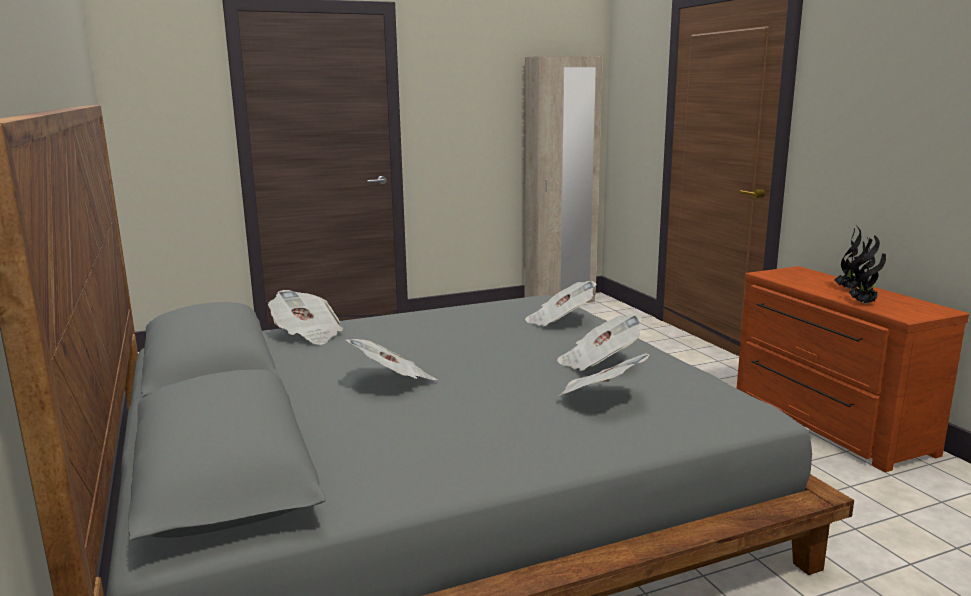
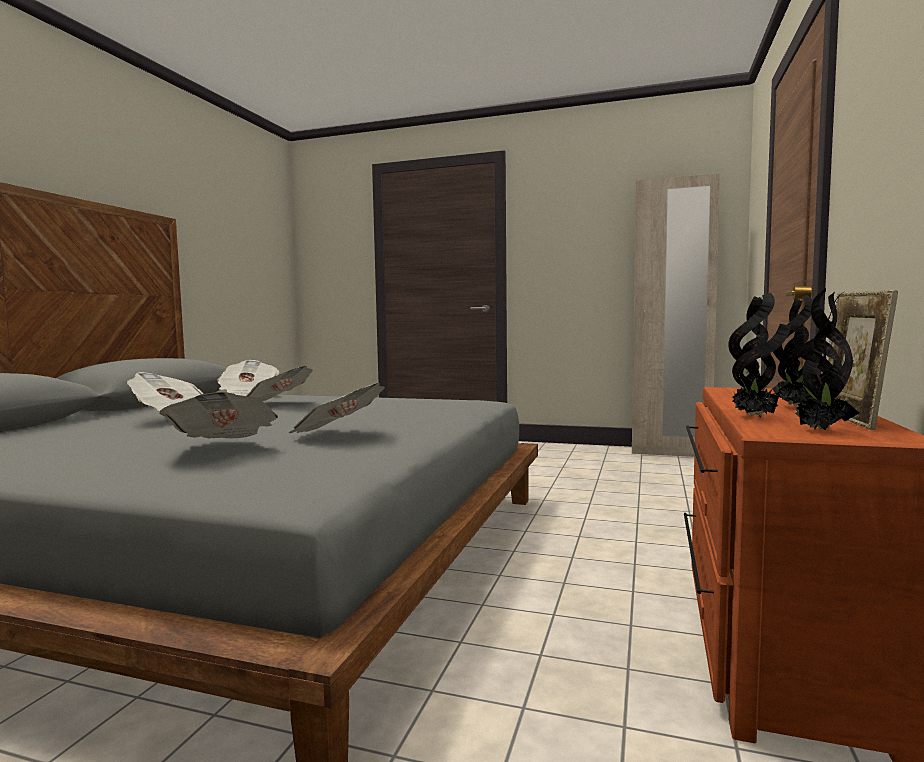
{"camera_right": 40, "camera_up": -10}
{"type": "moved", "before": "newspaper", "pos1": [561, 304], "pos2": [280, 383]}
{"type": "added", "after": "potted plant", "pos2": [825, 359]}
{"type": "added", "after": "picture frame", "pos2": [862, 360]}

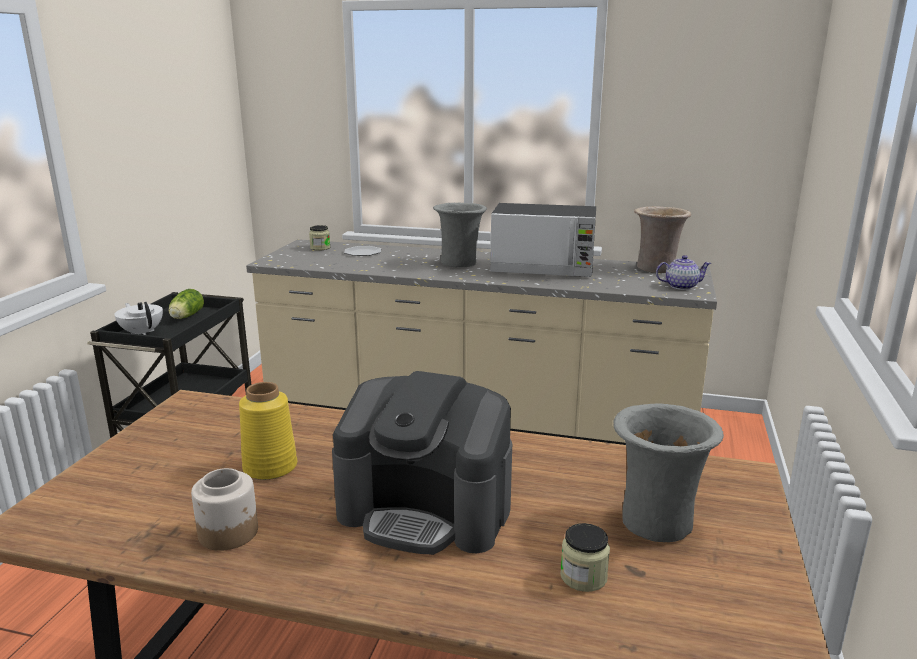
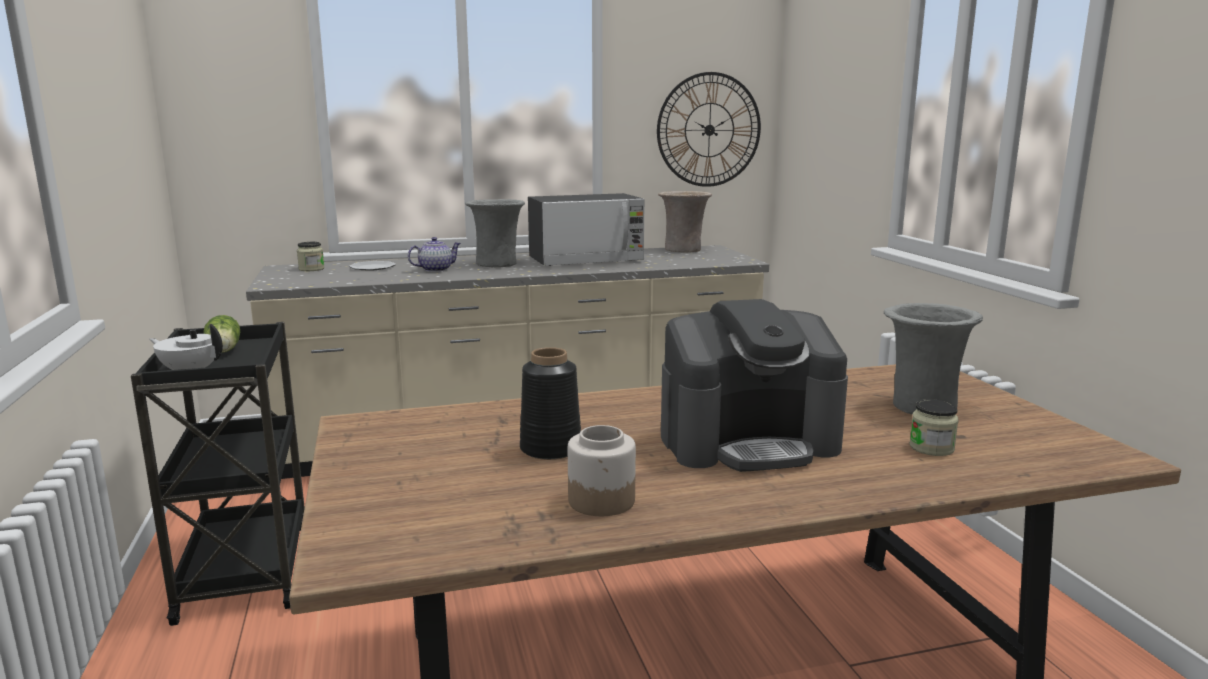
{"camera_right": -30, "camera_up": -5}
{"type": "recoloured", "before": "vase (yellow)", "after": "vase (black)", "pos1": [268, 431], "pos2": [550, 403]}
{"type": "moved", "before": "teapot", "pos1": [683, 272], "pos2": [434, 254]}
{"type": "added", "after": "wall clock", "pos2": [709, 129]}

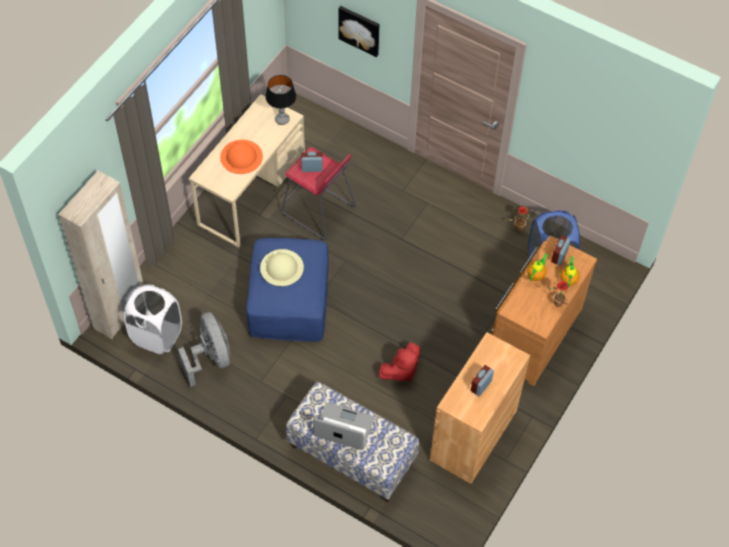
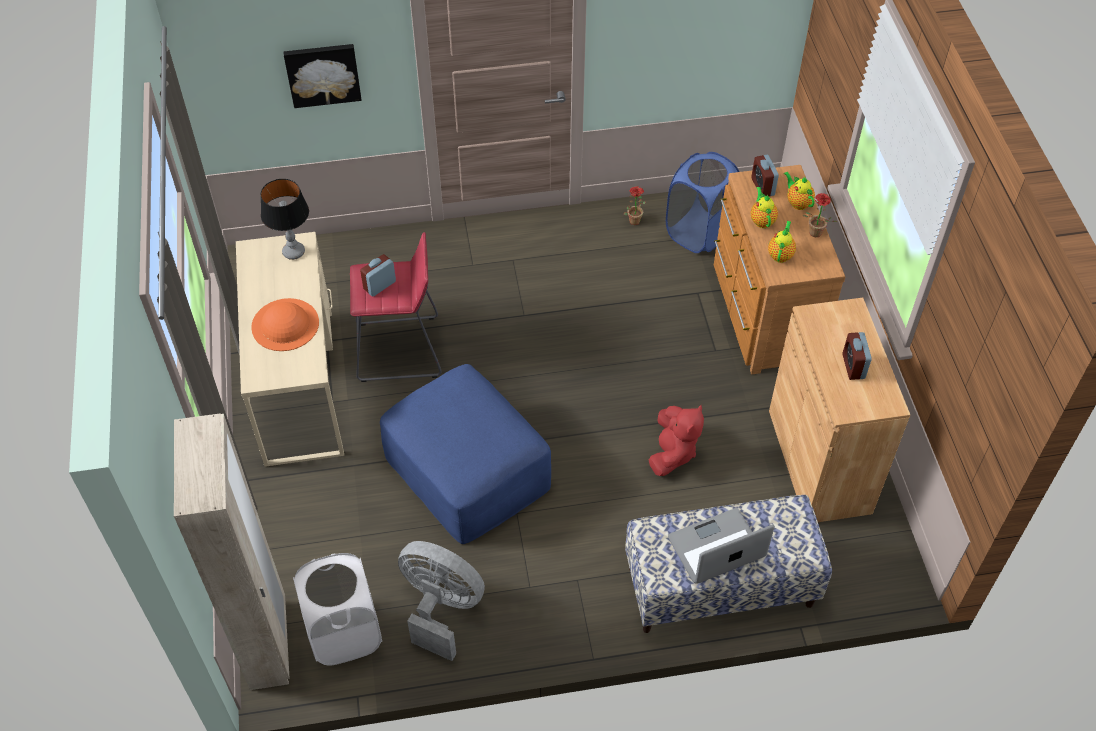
{"camera_right": -40, "camera_up": -5}
{"type": "removed", "before": "hat (beige)", "pos1": [282, 267]}
{"type": "added", "after": "teapot", "pos2": [782, 242]}

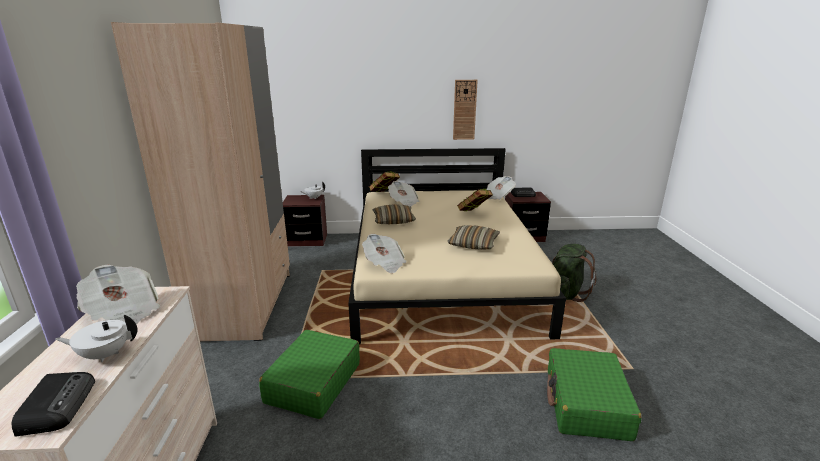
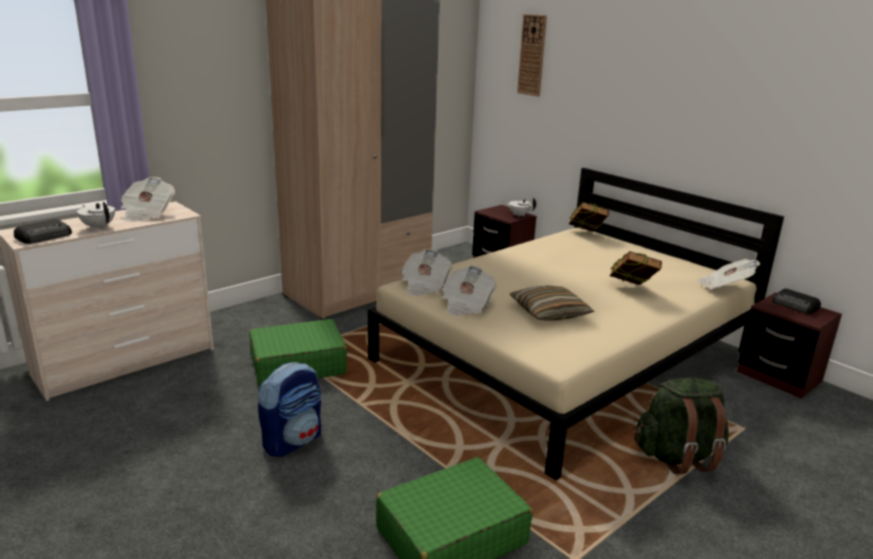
{"camera_right": 50, "camera_up": 0}
{"type": "removed", "before": "pillow", "pos1": [394, 214]}
{"type": "moved", "before": "newspaper", "pos1": [403, 194], "pos2": [469, 291]}
{"type": "moved", "before": "wall clock", "pos1": [465, 110], "pos2": [532, 55]}
{"type": "added", "after": "backpack", "pos2": [289, 409]}

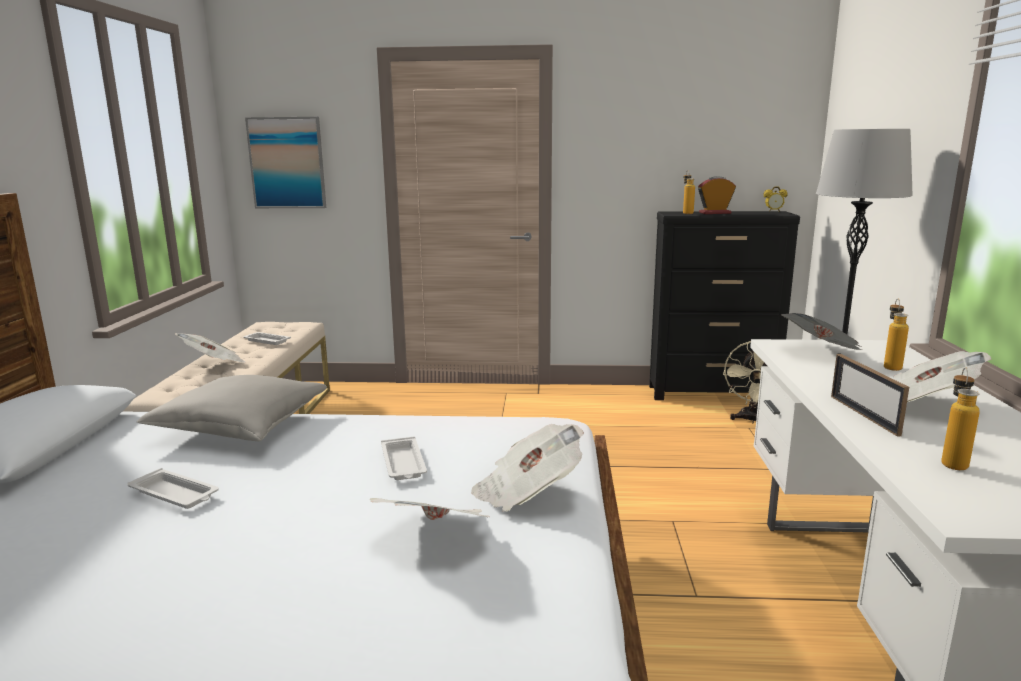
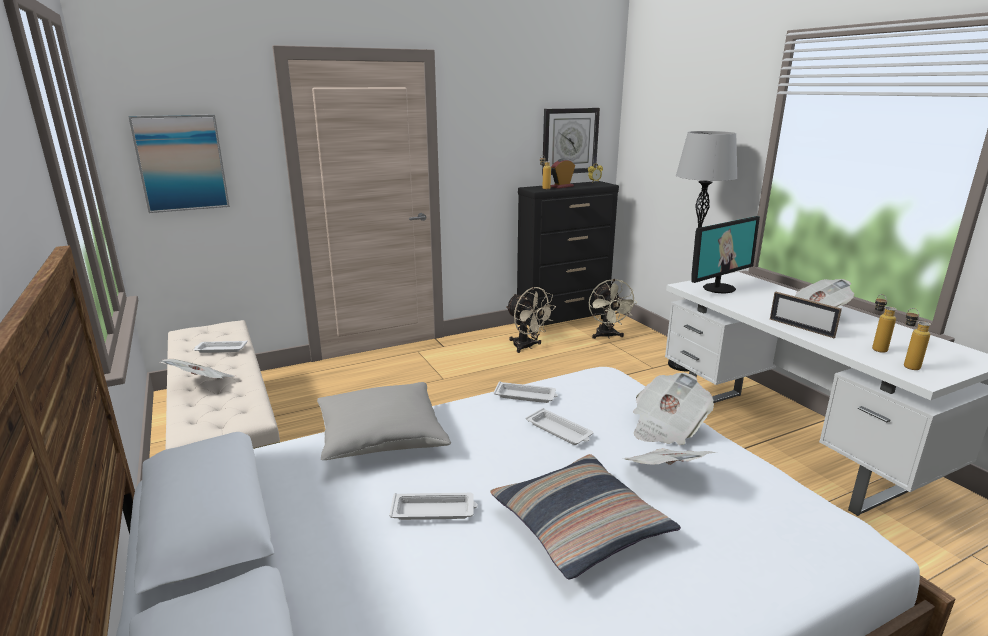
{"camera_right": -30, "camera_up": 5}
{"type": "replaced", "before": "newspaper", "after": "monitor", "pos1": [821, 331], "pos2": [726, 255]}
{"type": "moved", "before": "bottle", "pos1": [896, 335], "pos2": [917, 339]}
{"type": "added", "after": "pillow", "pos2": [585, 516]}
{"type": "added", "after": "tray (white)", "pos2": [526, 392]}
{"type": "added", "after": "fan (beige)", "pos2": [531, 320]}
{"type": "added", "after": "wall clock", "pos2": [571, 141]}

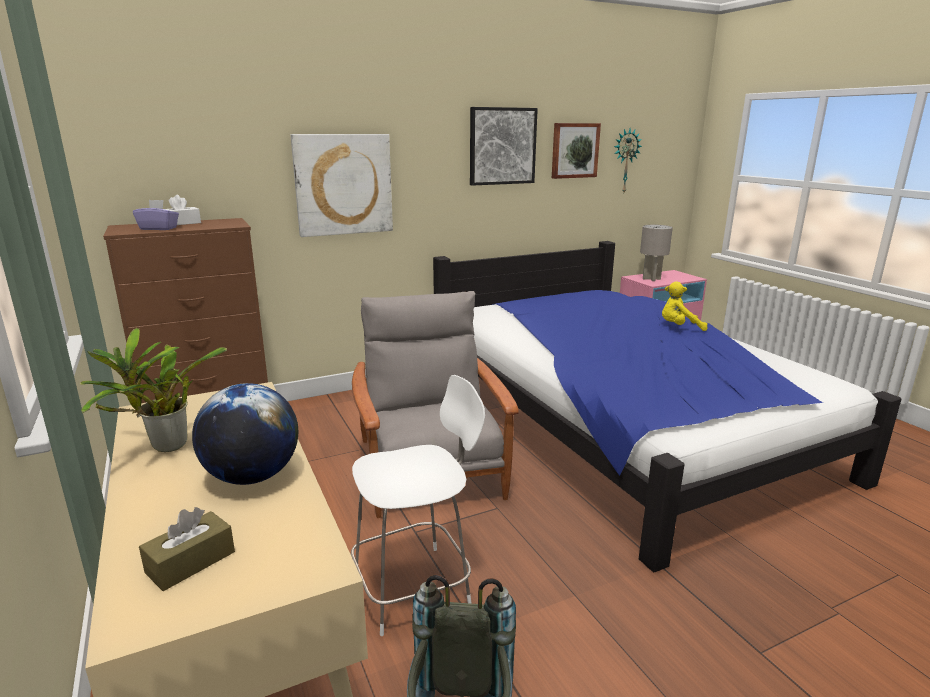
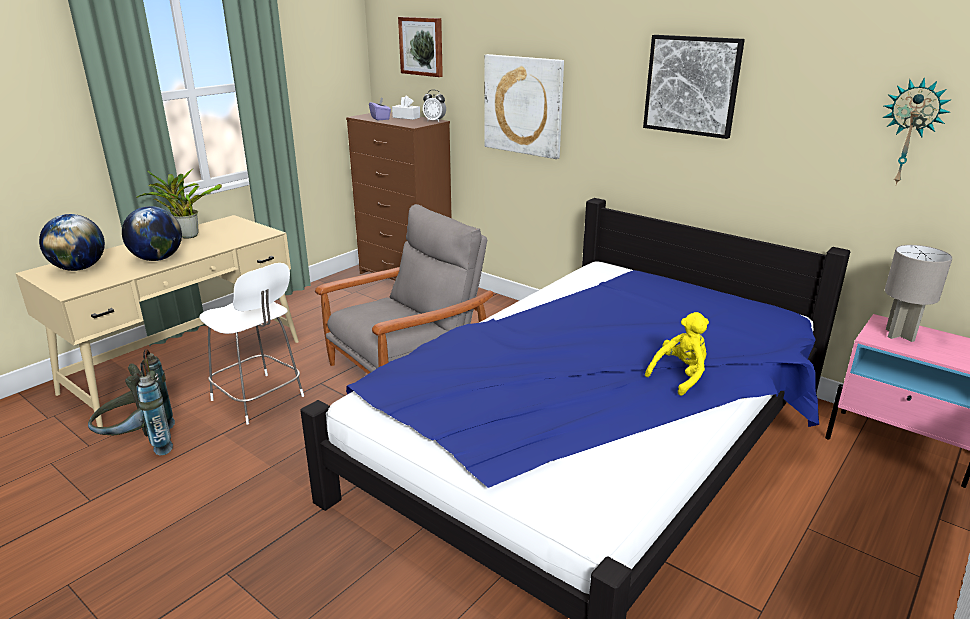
{"camera_right": 65, "camera_up": 5}
{"type": "replaced", "before": "tissue box (brown)", "after": "globe", "pos1": [187, 549], "pos2": [72, 242]}
{"type": "moved", "before": "picture", "pos1": [576, 151], "pos2": [420, 47]}
{"type": "turned", "before": "plush toy (yellow)", "pos1": [685, 306], "pos2": [677, 354], "turn": 75}
{"type": "added", "after": "alarm clock", "pos2": [434, 106]}

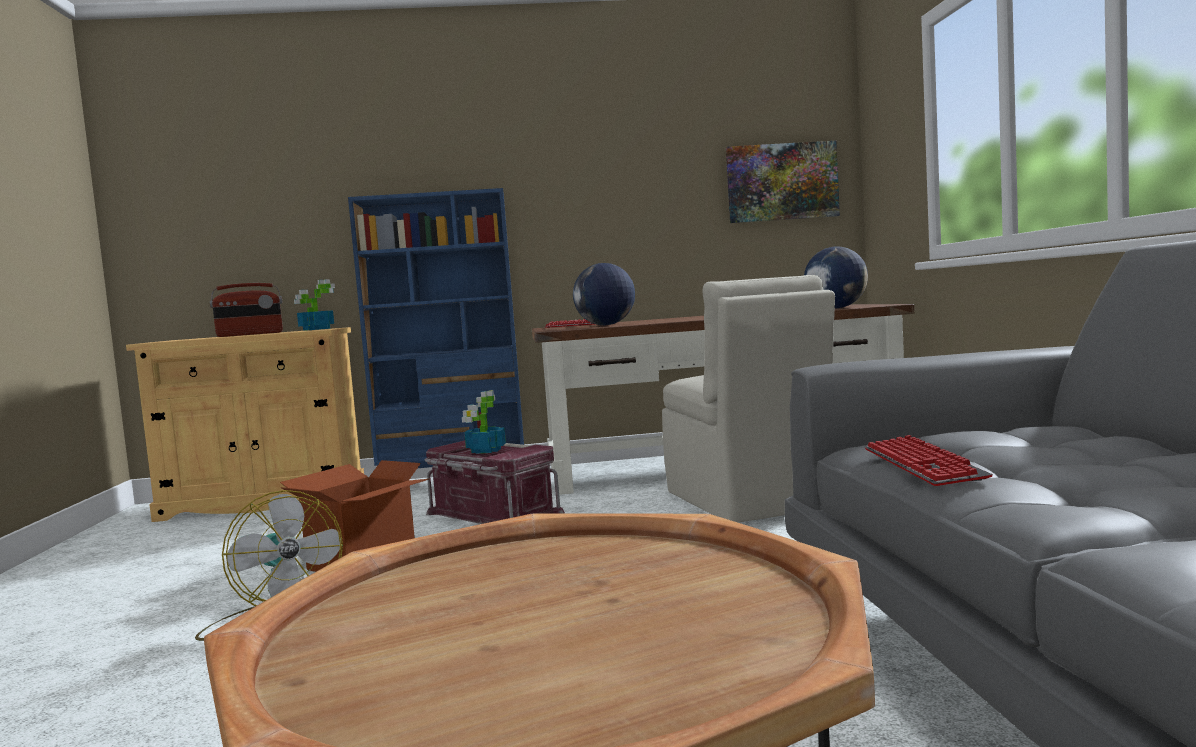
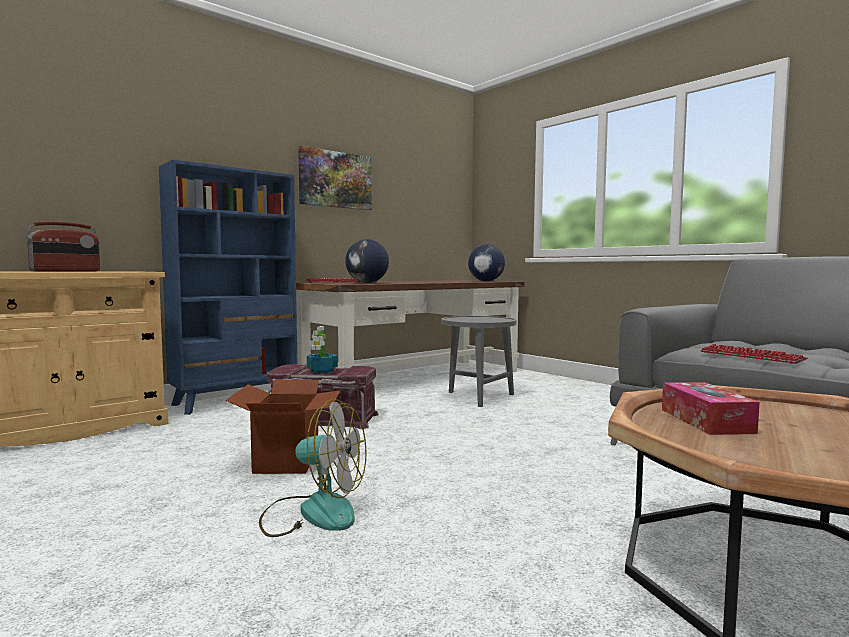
{"camera_right": -35, "camera_up": 0}
{"type": "removed", "before": "potted plant", "pos1": [314, 305]}
{"type": "replaced", "before": "chair (beige)", "after": "side table (grey)", "pos1": [748, 398], "pos2": [479, 361]}
{"type": "moved", "before": "picture", "pos1": [783, 182], "pos2": [335, 178]}
{"type": "added", "after": "tissue box", "pos2": [711, 408]}

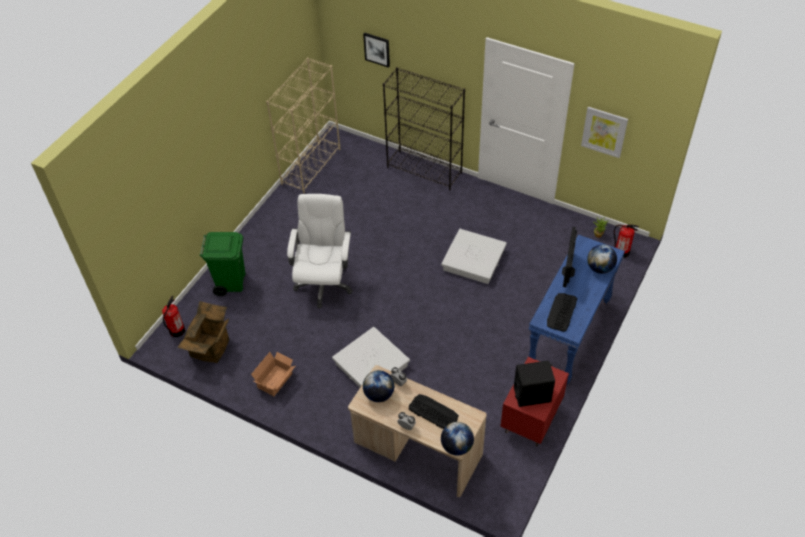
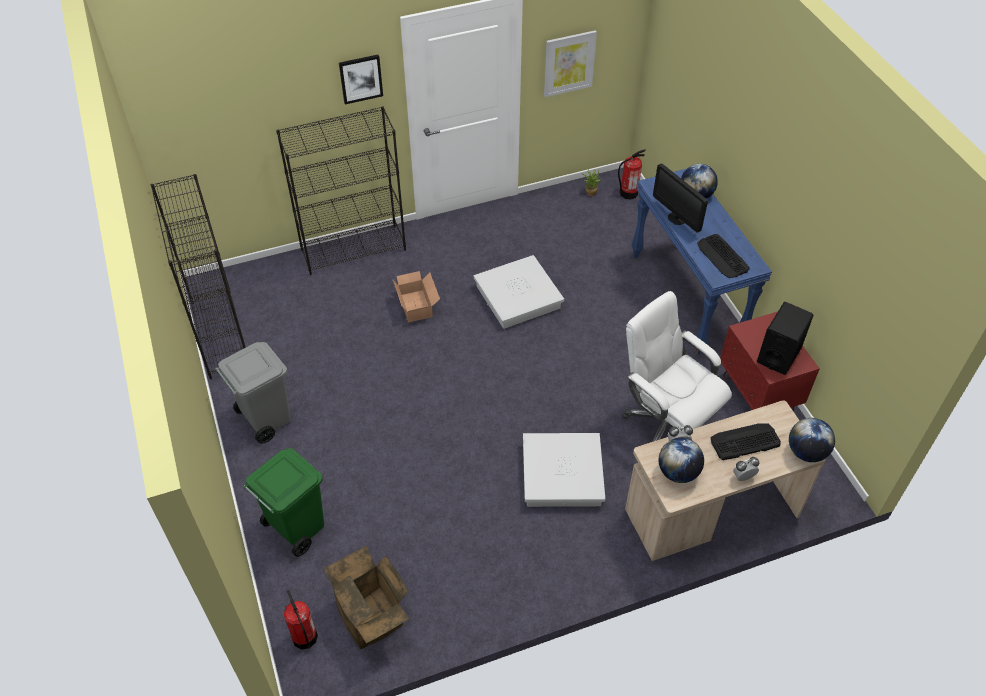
{"camera_right": -50, "camera_up": 0}
{"type": "moved", "before": "cardboard box", "pos1": [273, 374], "pos2": [416, 297]}
{"type": "recoloured", "before": "bookcase (beige)", "after": "bookcase (black)", "pos1": [303, 125], "pos2": [198, 276]}
{"type": "moved", "before": "office chair (white)", "pos1": [319, 251], "pos2": [677, 366]}
{"type": "moved", "before": "picture", "pos1": [376, 50], "pos2": [361, 79]}
{"type": "added", "after": "trash can (grey)", "pos2": [253, 393]}

